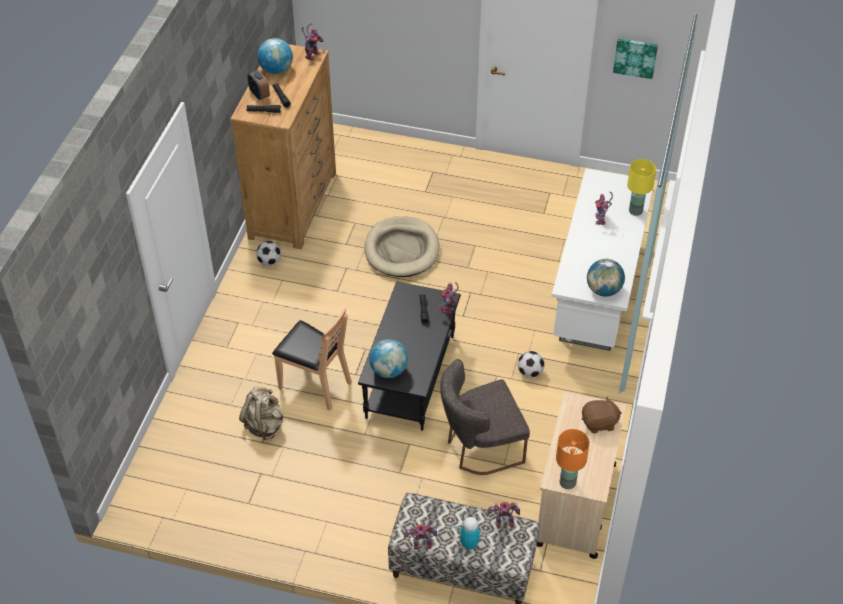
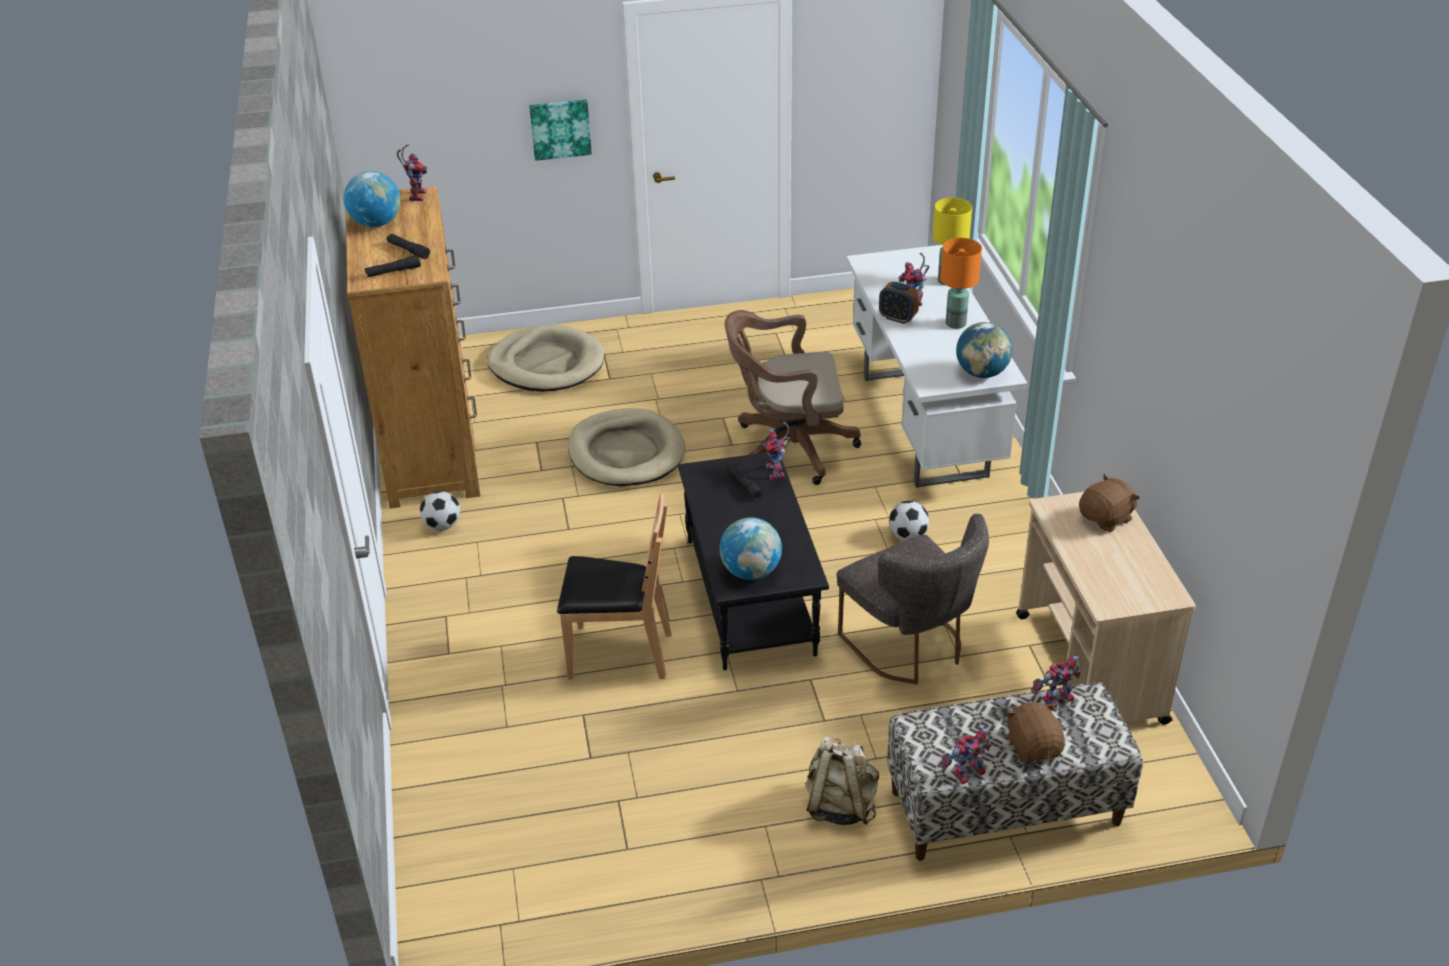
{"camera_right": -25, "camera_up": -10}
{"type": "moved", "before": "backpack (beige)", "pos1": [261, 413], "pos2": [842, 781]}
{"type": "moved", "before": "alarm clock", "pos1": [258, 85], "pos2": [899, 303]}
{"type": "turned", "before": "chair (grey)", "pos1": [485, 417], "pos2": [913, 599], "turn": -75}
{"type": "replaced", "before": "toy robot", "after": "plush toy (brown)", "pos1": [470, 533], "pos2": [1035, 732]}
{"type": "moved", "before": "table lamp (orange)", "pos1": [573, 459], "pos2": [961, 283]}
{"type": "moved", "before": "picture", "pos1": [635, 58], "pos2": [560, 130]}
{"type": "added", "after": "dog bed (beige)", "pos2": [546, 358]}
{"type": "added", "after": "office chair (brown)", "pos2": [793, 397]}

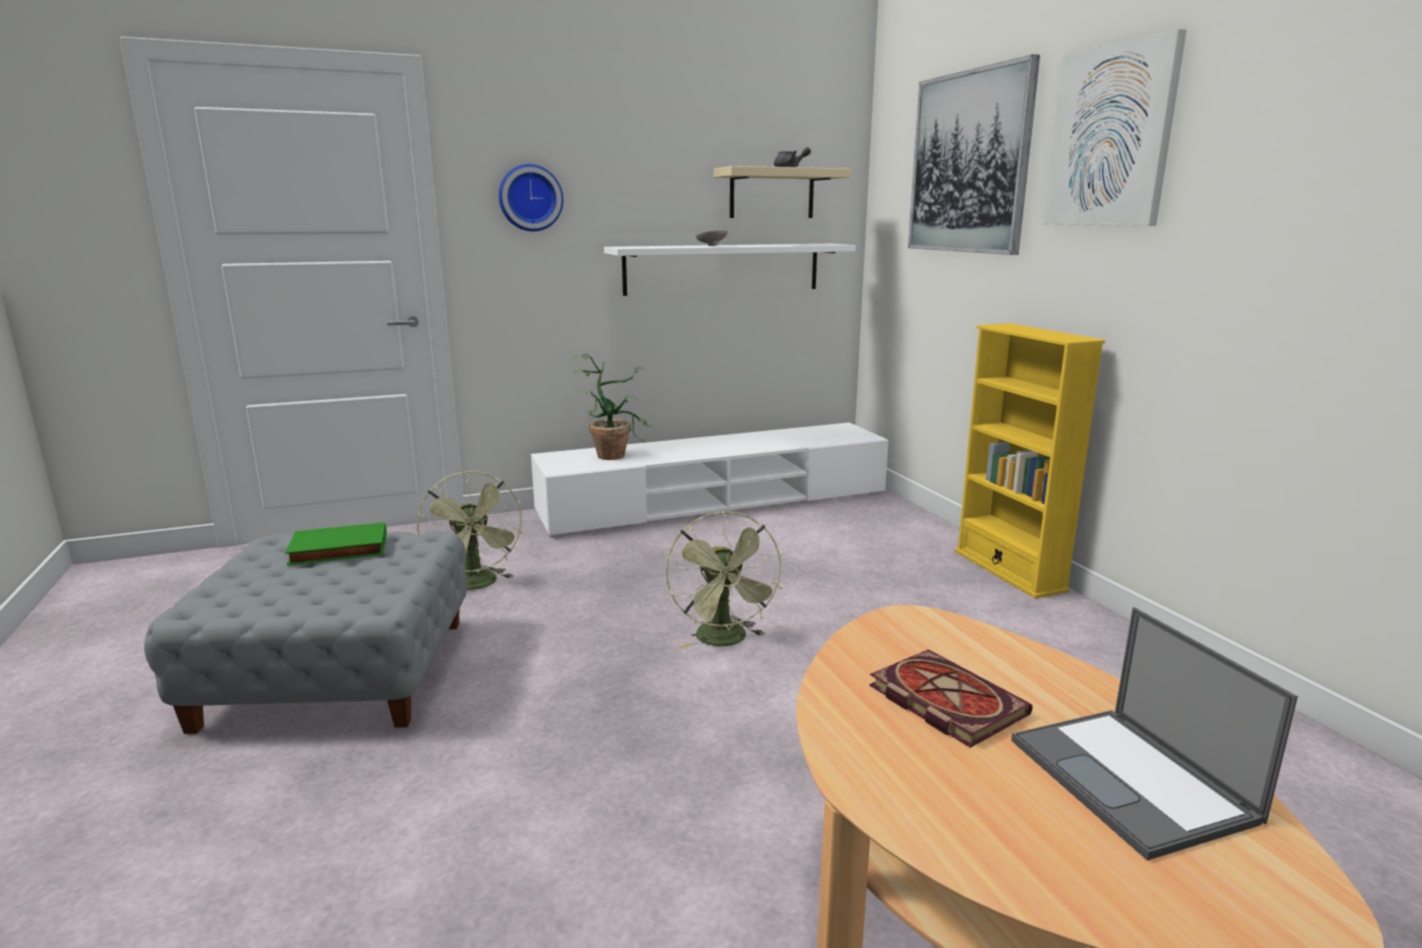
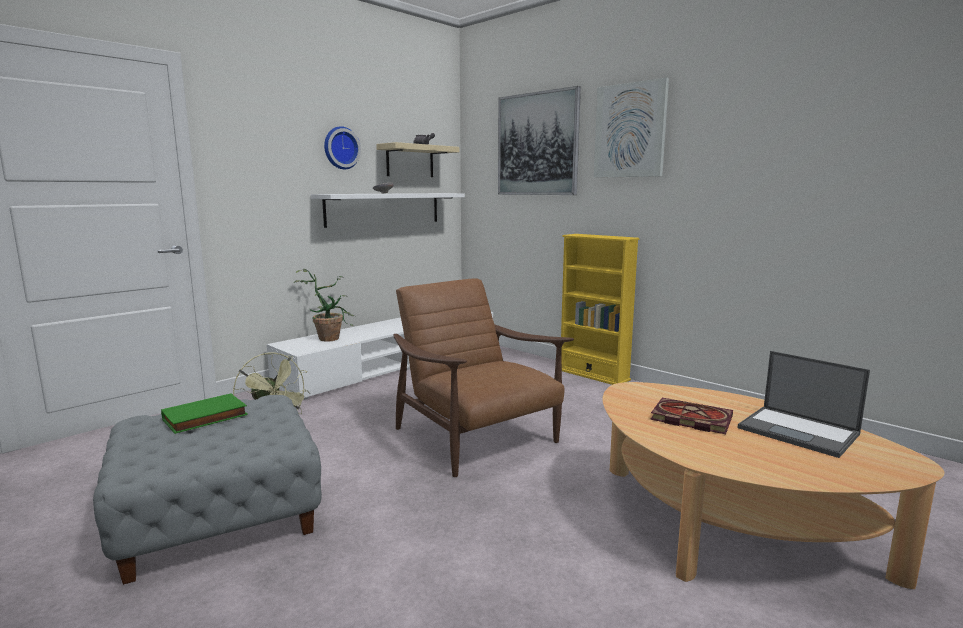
{"camera_right": -25, "camera_up": -5}
{"type": "moved", "before": "wall clock", "pos1": [531, 198], "pos2": [342, 147]}
{"type": "replaced", "before": "fan (green)", "after": "armchair (brown)", "pos1": [724, 580], "pos2": [483, 377]}

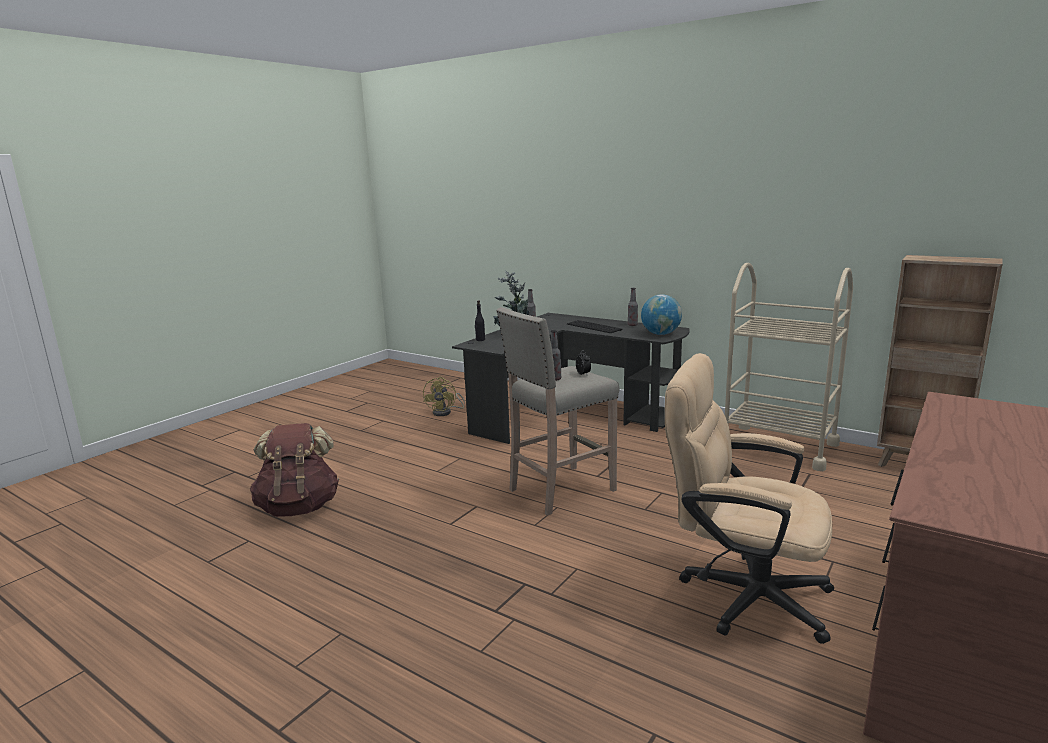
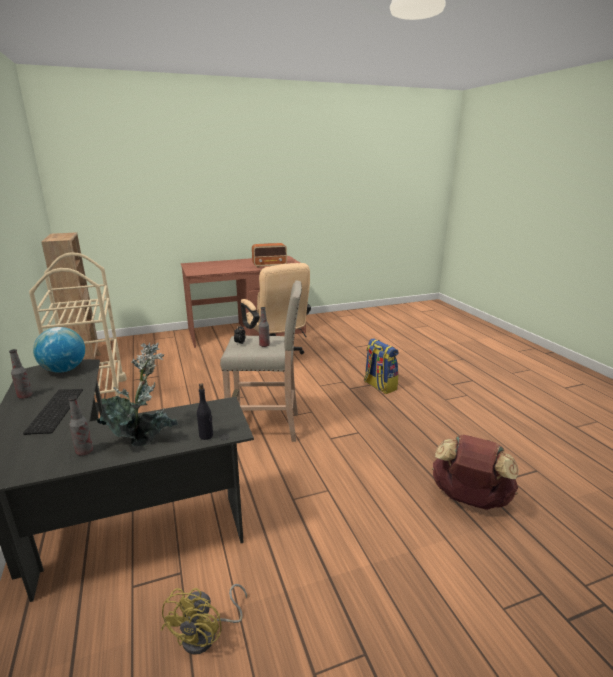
{"camera_right": -145, "camera_up": 5}
{"type": "turned", "before": "fan (yellow)", "pos1": [444, 396], "pos2": [204, 619], "turn": 150}
{"type": "added", "after": "radio", "pos2": [269, 255]}
{"type": "added", "after": "backpack", "pos2": [381, 366]}

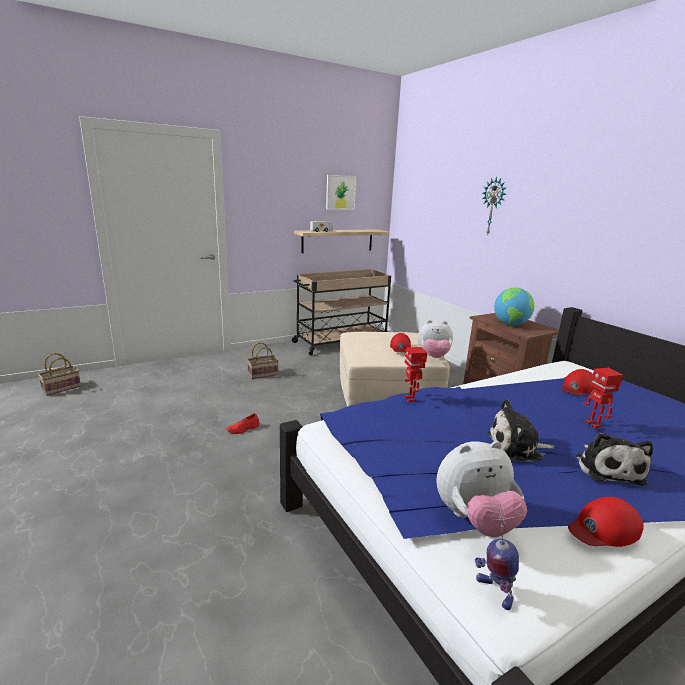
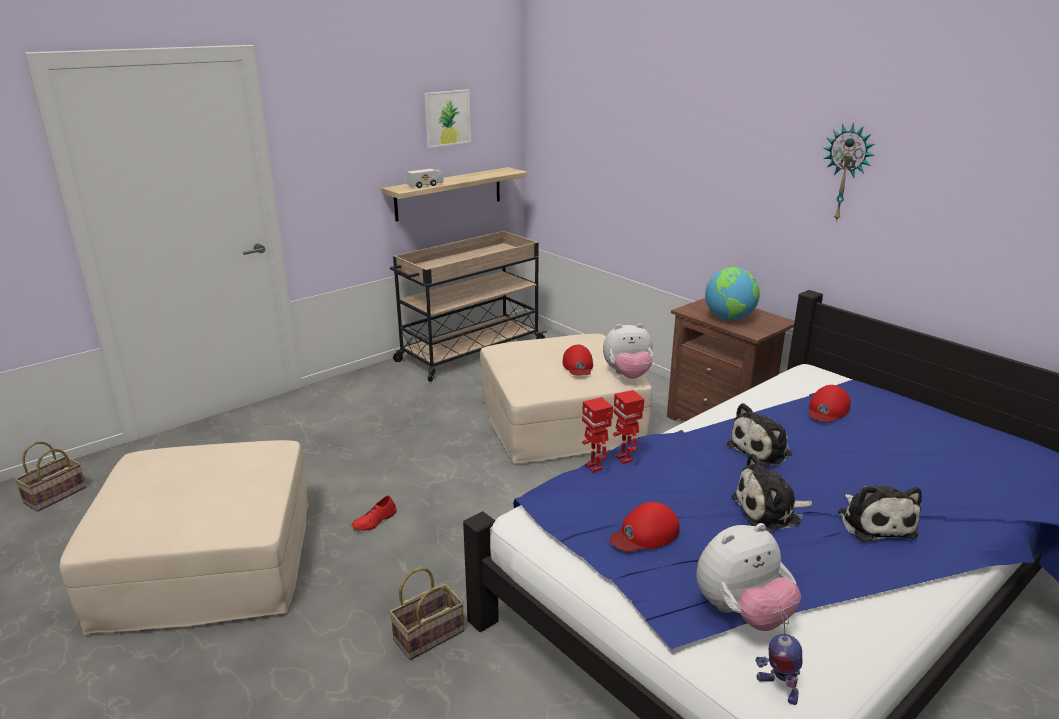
{"camera_right": -10, "camera_up": 5}
{"type": "moved", "before": "basket", "pos1": [263, 360], "pos2": [426, 613]}
{"type": "moved", "before": "wall clock", "pos1": [494, 206], "pos2": [849, 172]}
{"type": "moved", "before": "cap (red)", "pos1": [606, 522], "pos2": [645, 527]}
{"type": "moved", "before": "toy robot", "pos1": [603, 398], "pos2": [597, 435]}
{"type": "added", "after": "ottoman (beige)", "pos2": [184, 537]}
{"type": "added", "after": "plush toy", "pos2": [759, 434]}

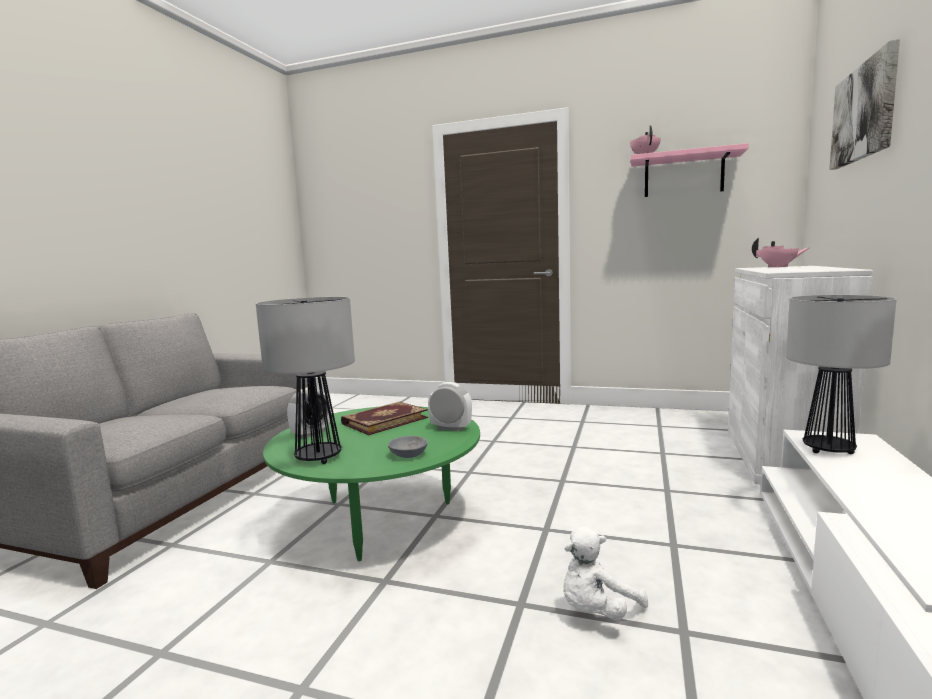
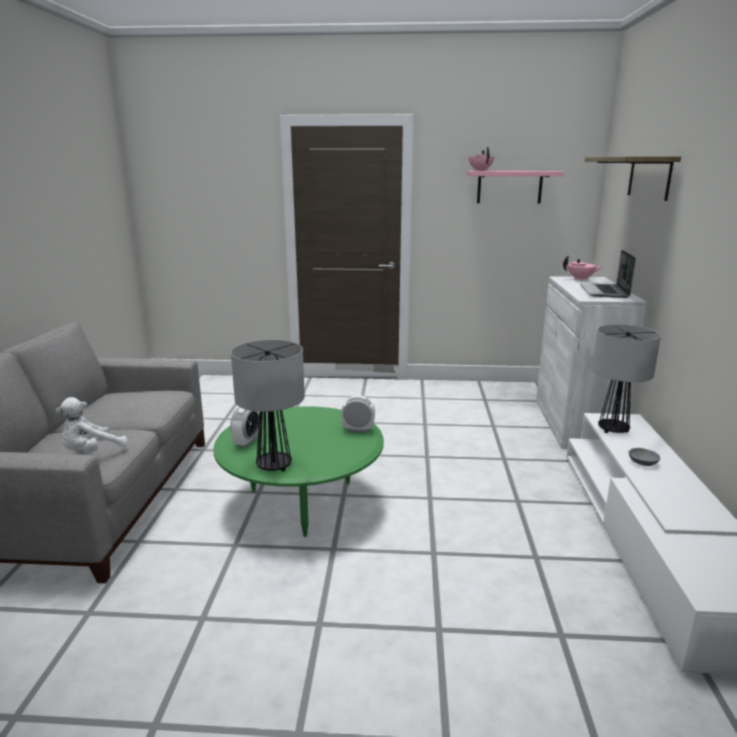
{"camera_right": -15, "camera_up": 10}
{"type": "removed", "before": "book", "pos1": [384, 418]}
{"type": "moved", "before": "bowl (grey)", "pos1": [408, 447], "pos2": [644, 457]}
{"type": "moved", "before": "plush toy (white)", "pos1": [605, 574], "pos2": [92, 424]}
{"type": "replaced", "before": "picture", "after": "shelf", "pos1": [864, 104], "pos2": [633, 178]}
{"type": "added", "after": "laptop", "pos2": [608, 274]}

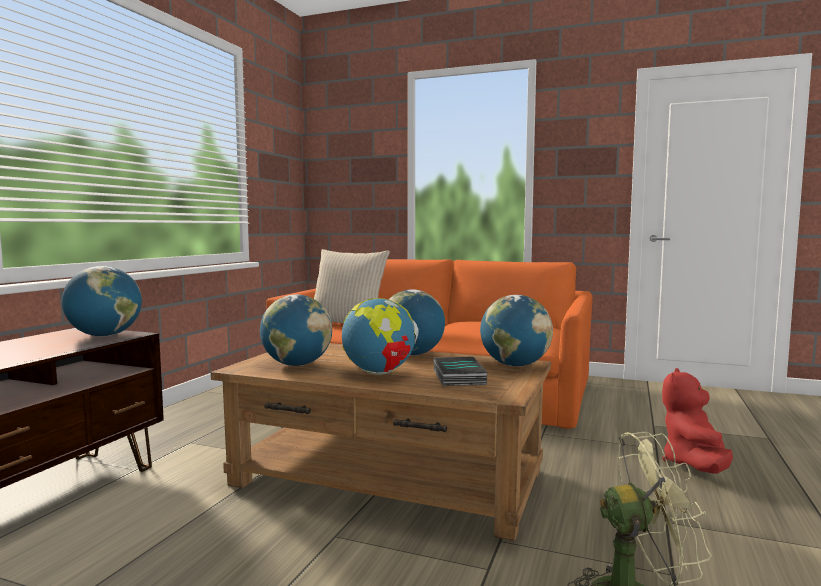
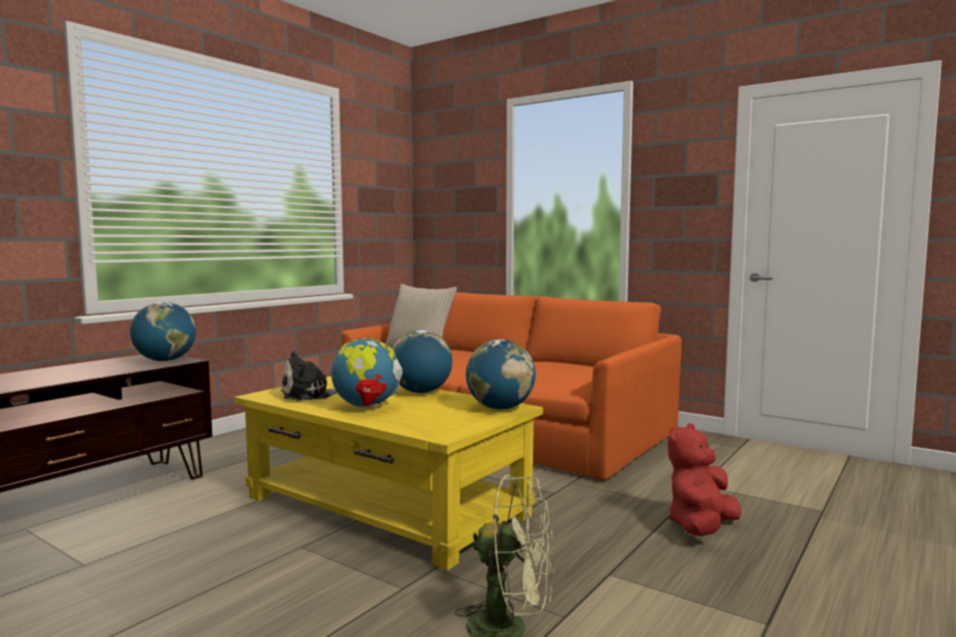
{"camera_right": 15, "camera_up": 0}
{"type": "recoloured", "before": "coffee table (brown)", "after": "coffee table (yellow)", "pos1": [381, 442], "pos2": [388, 473]}
{"type": "replaced", "before": "globe", "after": "plush toy", "pos1": [296, 330], "pos2": [309, 376]}
{"type": "removed", "before": "book", "pos1": [460, 371]}

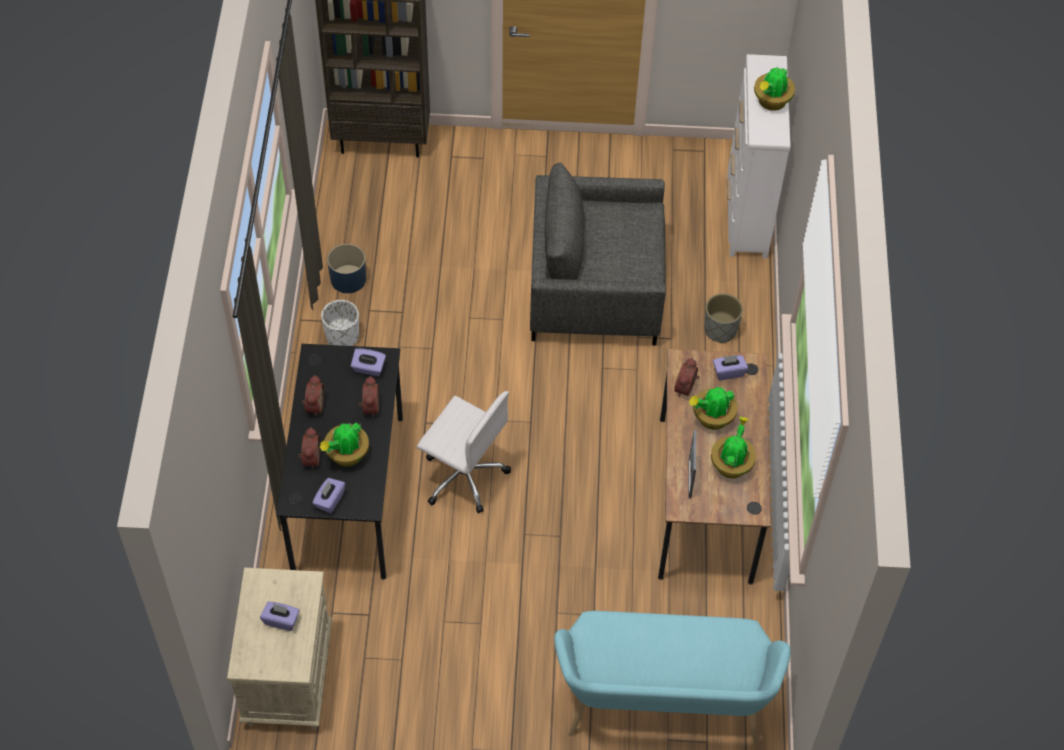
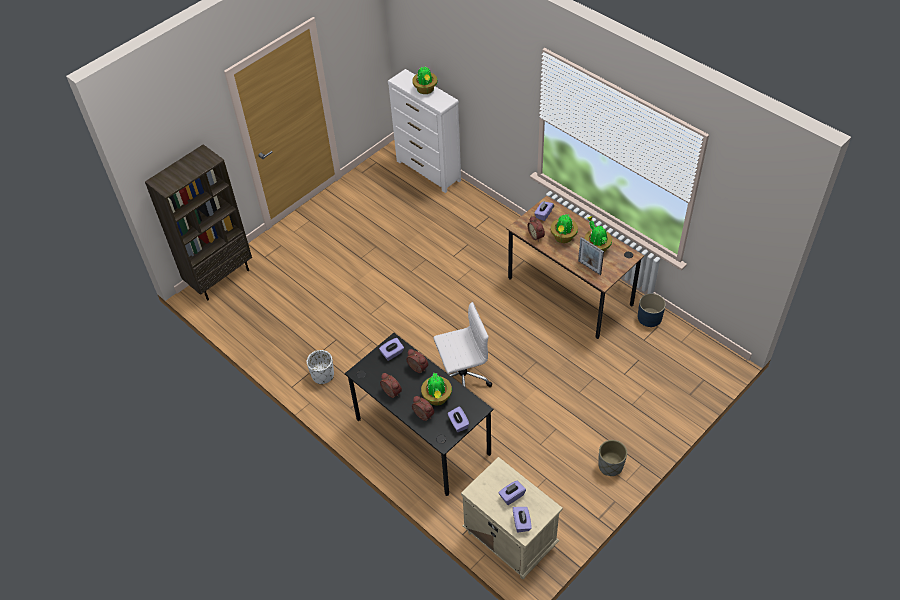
{"camera_right": -45, "camera_up": -5}
{"type": "moved", "before": "planter (blue)", "pos1": [346, 268], "pos2": [652, 310]}
{"type": "removed", "before": "armchair (grey)", "pos1": [598, 254]}
{"type": "removed", "before": "bench (turquoise)", "pos1": [672, 678]}
{"type": "moved", "before": "planter (grey)", "pos1": [723, 318], "pos2": [612, 458]}
{"type": "added", "after": "tissue box (purple)", "pos2": [522, 519]}

